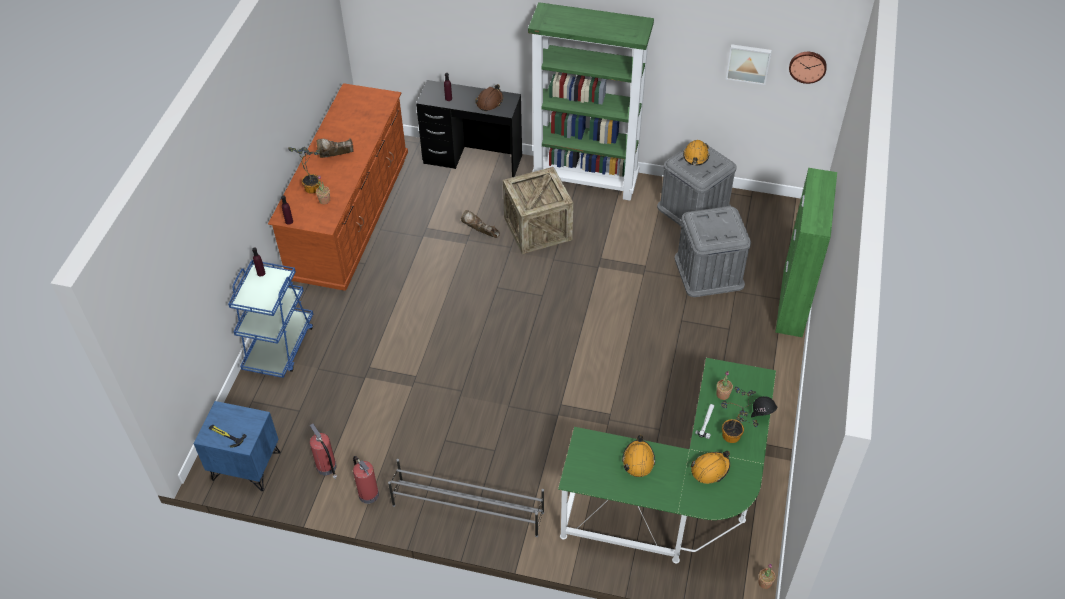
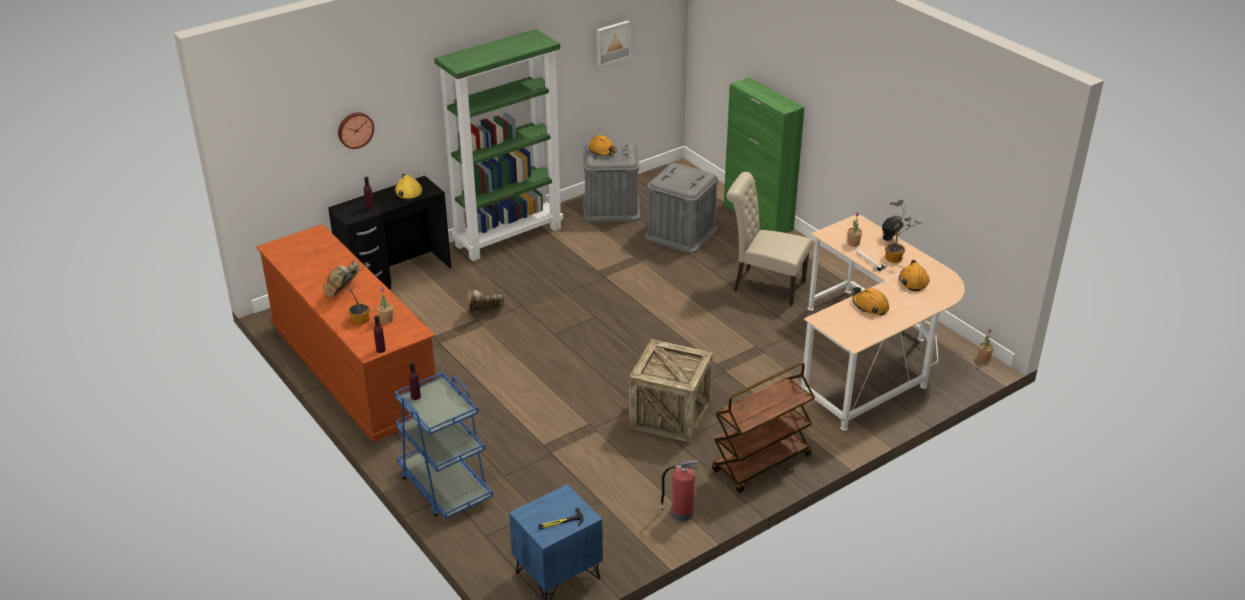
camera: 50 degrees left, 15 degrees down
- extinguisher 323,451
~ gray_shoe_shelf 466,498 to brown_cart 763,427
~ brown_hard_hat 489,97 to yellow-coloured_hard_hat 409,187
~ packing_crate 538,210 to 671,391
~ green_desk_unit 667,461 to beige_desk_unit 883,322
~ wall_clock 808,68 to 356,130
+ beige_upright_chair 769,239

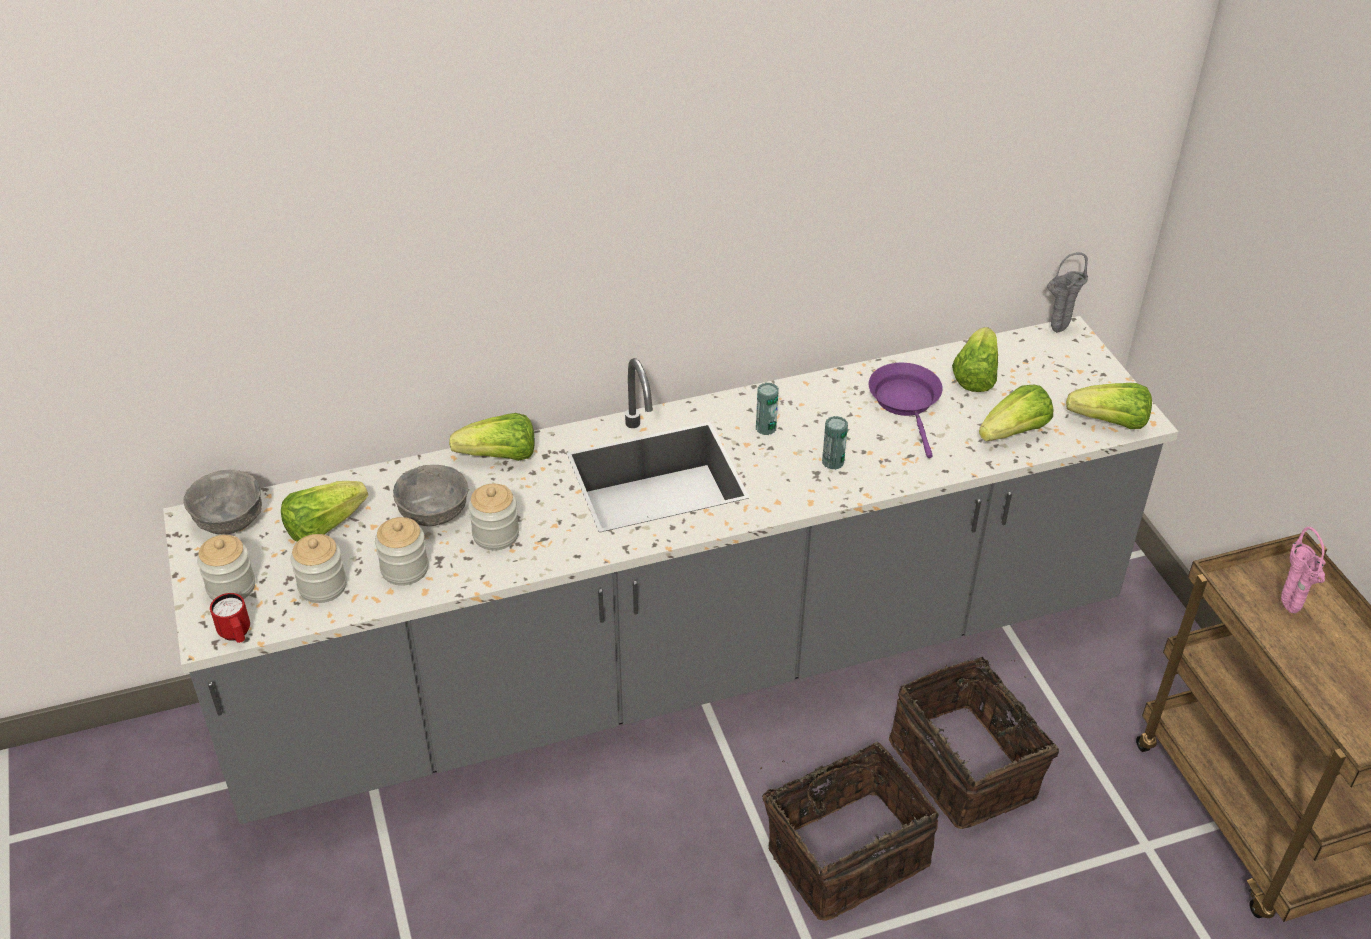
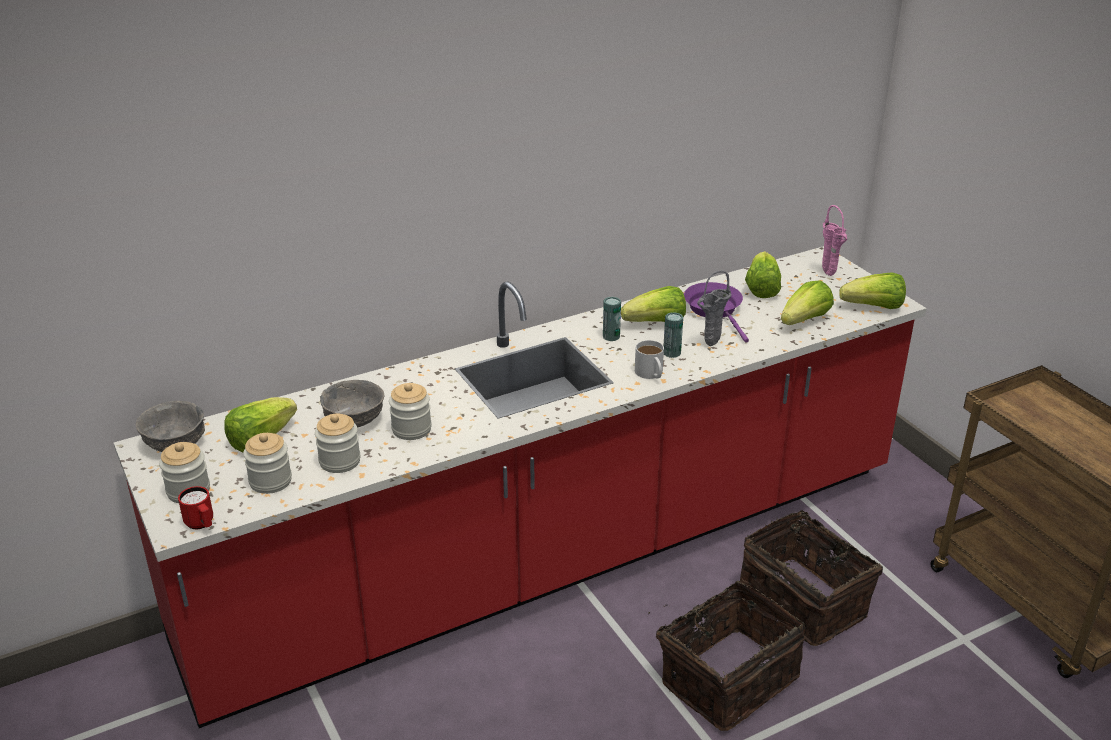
camera: 10 degrees left, 10 degrees down
~ gray_counter 670,570 to red-coloured_counter 520,487
~ lettuce_head 492,437 to 653,304
~ gray_flower_vase 1067,292 to 714,308
~ pinkish_flower_vase 1303,570 to 834,240
+ white-coloured_mug 649,359

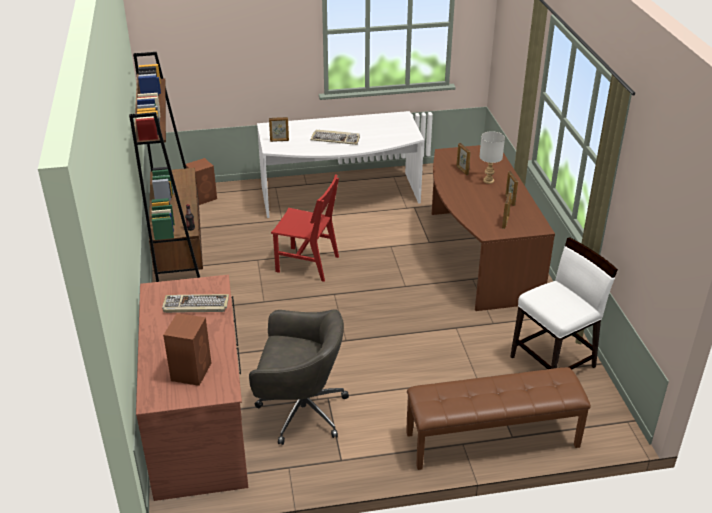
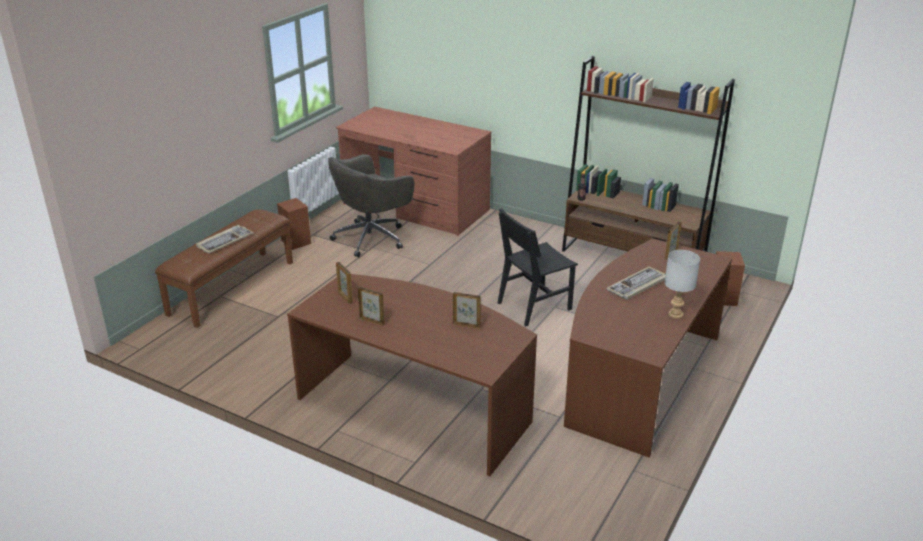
camera: 130 degrees right, 5 degrees down
~ keyboard 195,303 to 225,239
~ brown_loudspeaker 187,349 to 294,224
~ white-coloured_desk_unit 340,164 to brown_desk_unit 648,347
~ red-coloured_upright_chair 305,228 to blackish_upright_chair 538,267
~ gray_lamp_for_a_table 492,157 to 682,284
- white-coloured_upright_chair 564,303

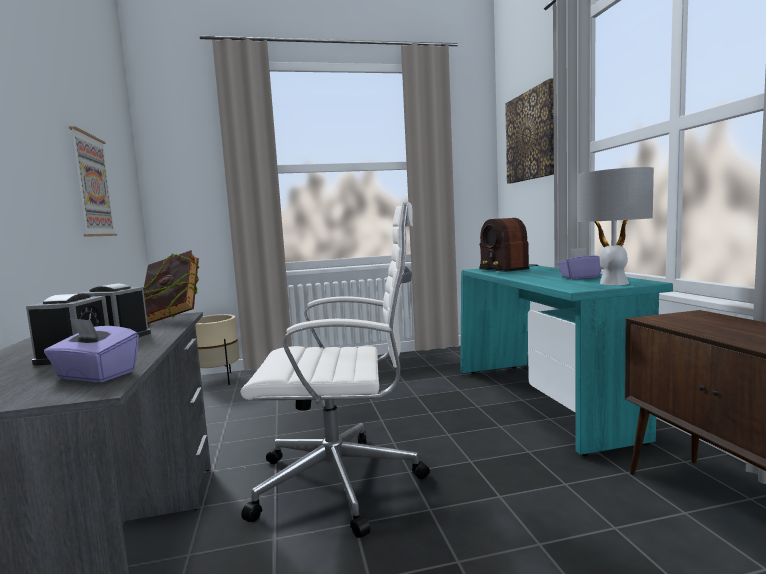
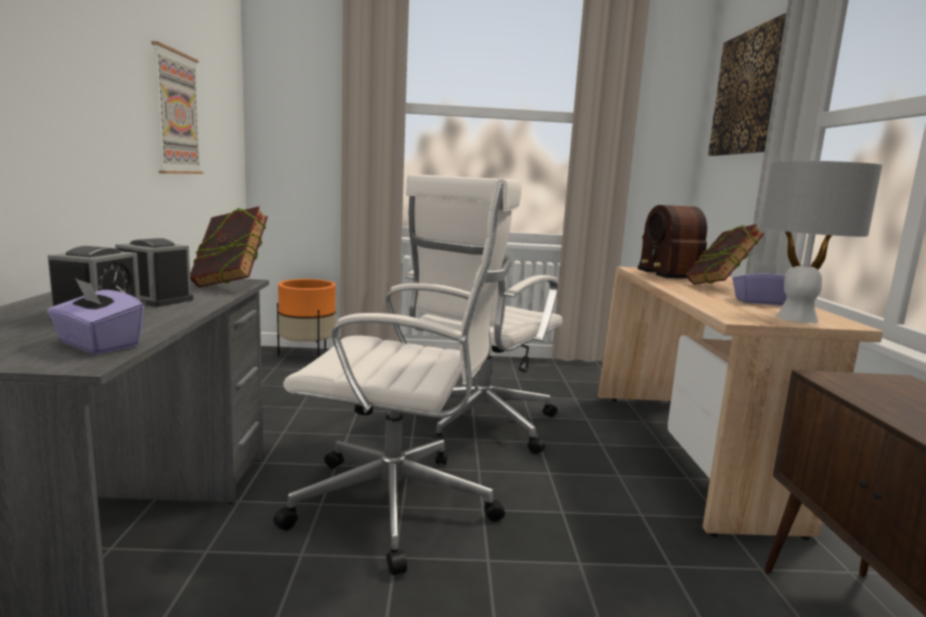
camera: 10 degrees right, 5 degrees up
~ beige_planter 217,349 to orange_planter 306,318
~ turquoise-coloured_desk_unit 566,360 to beige_desk_unit 740,403
+ white-coloured_computer_chair 484,314
+ book 724,254

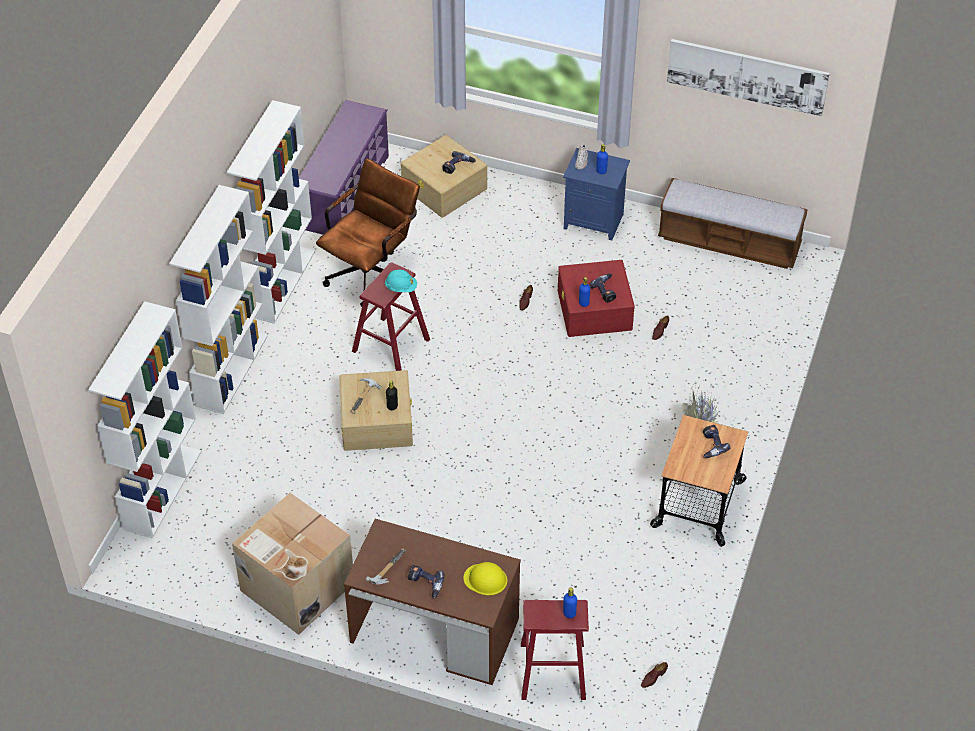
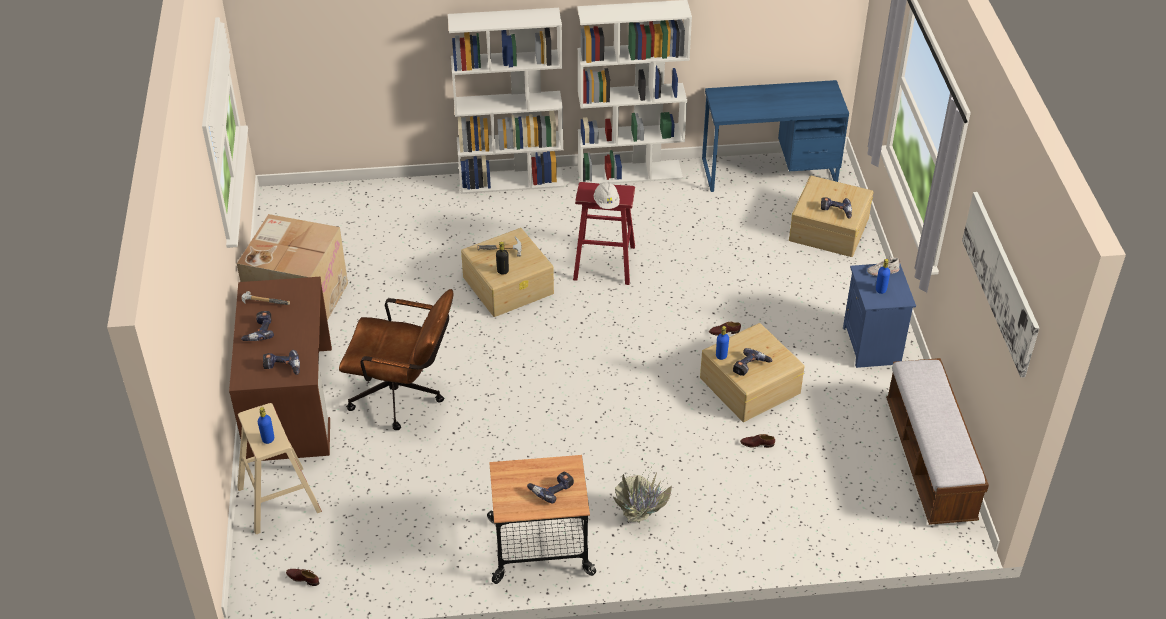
camera: 65 degrees right, 5 degrees down
- white-coloured_bookshelf 145,419
~ purple-coloured_shoe_shelf 344,167 to bluish_desk_unit 775,136
~ brown_computer_chair 368,233 to 396,359
~ turquoise-coloured_hard_hat 401,281 to white-coloured_hard_hat 607,195
~ yellow-coloured_hard_hat 485,578 to power_drill 281,362
~ red-coloured_stool 555,650 to beige_stool 279,468
~ red-coloured_storage_container 596,298 to beige_storage_container 752,372

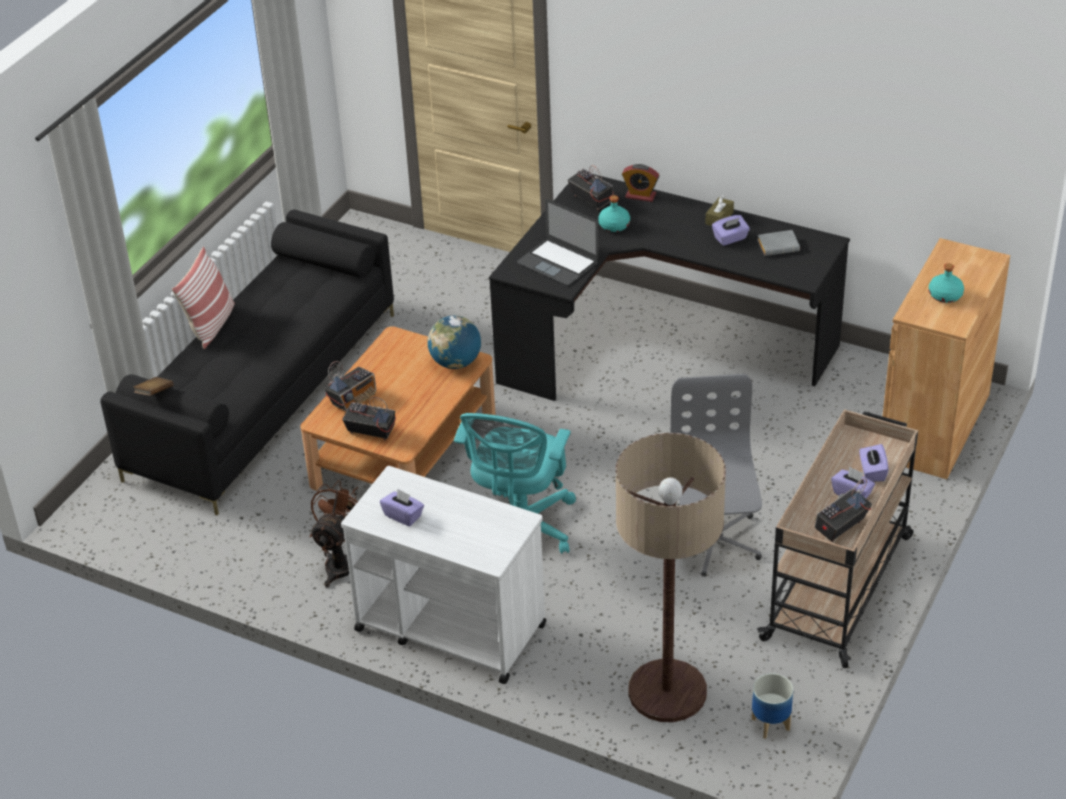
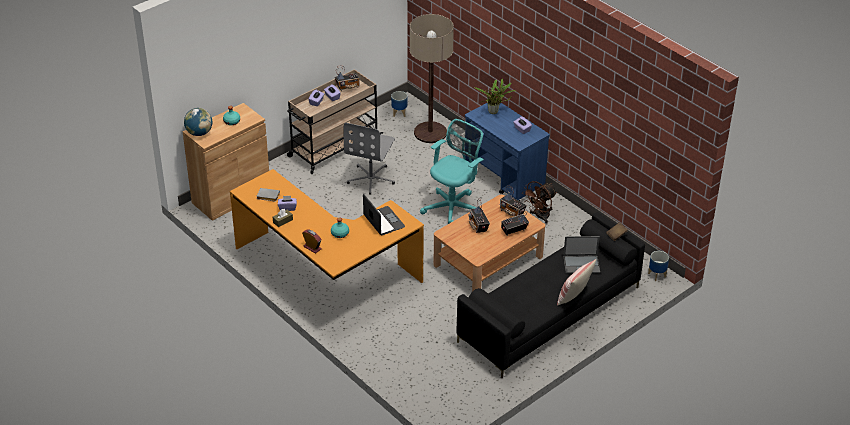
camera: 160 degrees left, 0 degrees up
~ white-coloured_cart 443,575 to bluish_cart 507,152
~ globe 454,342 to 198,122
~ blackish_desk_unit 669,286 to orange_desk_unit 327,226
~ radio_receiver 591,187 to 479,216
+ potted_plant 495,96
+ laptop 581,254
+ planter 658,266

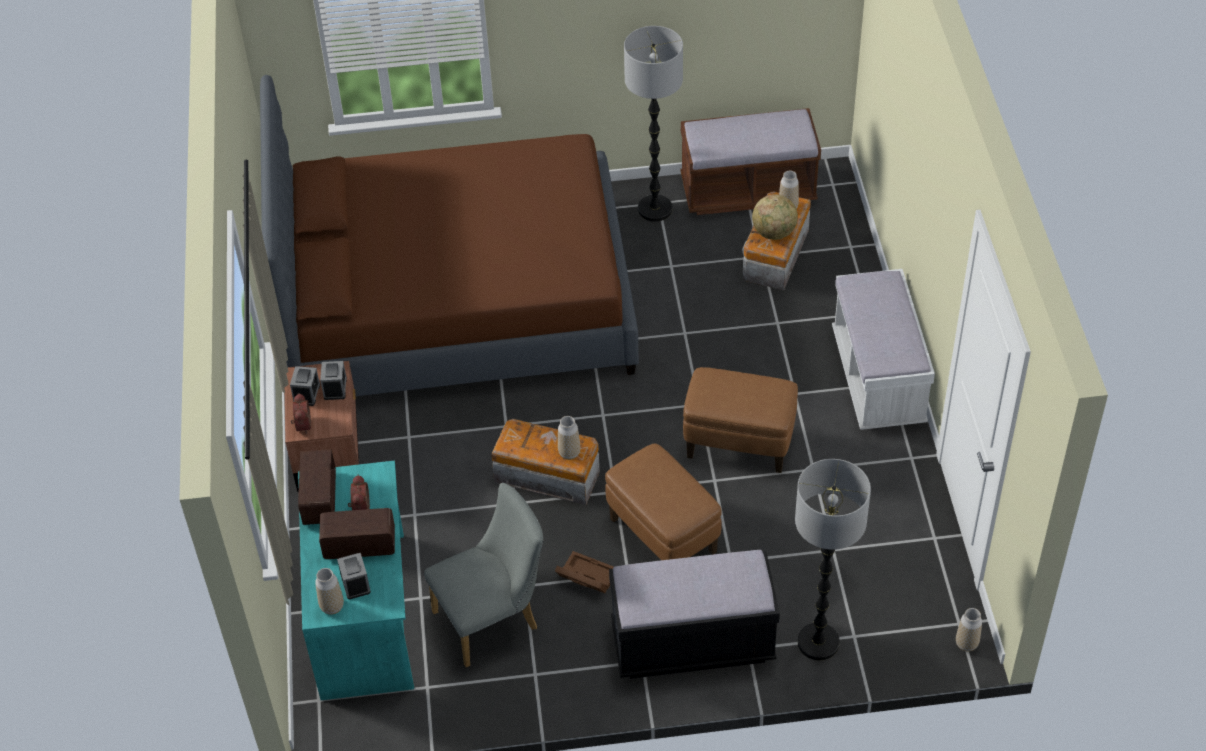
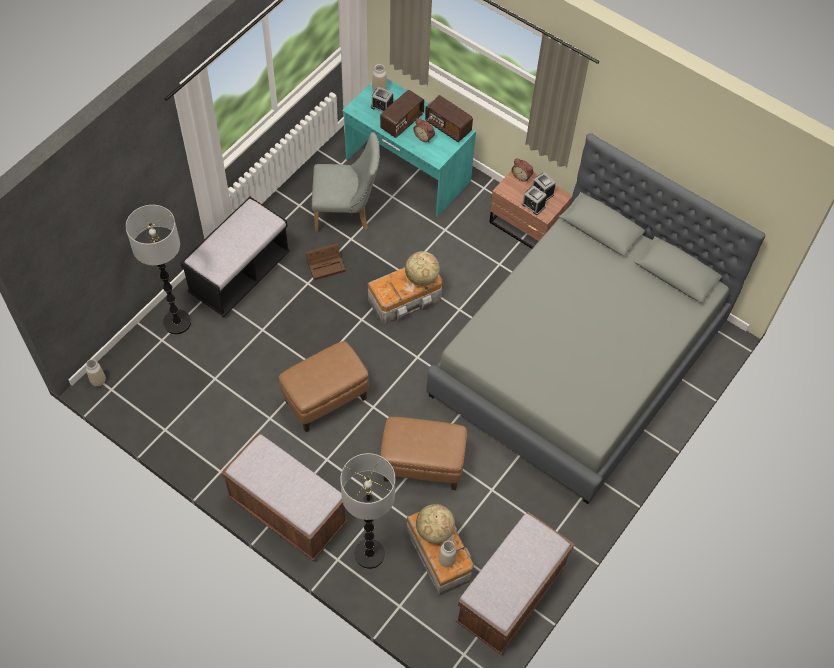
camera: 130 degrees right, 10 degrees up
~ brown_sleeping_bed 449,235 to gray_sleeping_bed 595,318
~ gray_upright_chair 484,575 = 346,182 105 degrees counterclockwise
- flower_vase 569,438
~ brown_pouffe 663,501 to 424,453
~ standing_lamp 653,124 to 367,511
~ white-coloured_long_seat 883,349 to brown_long_seat 284,497
+ globe 422,268

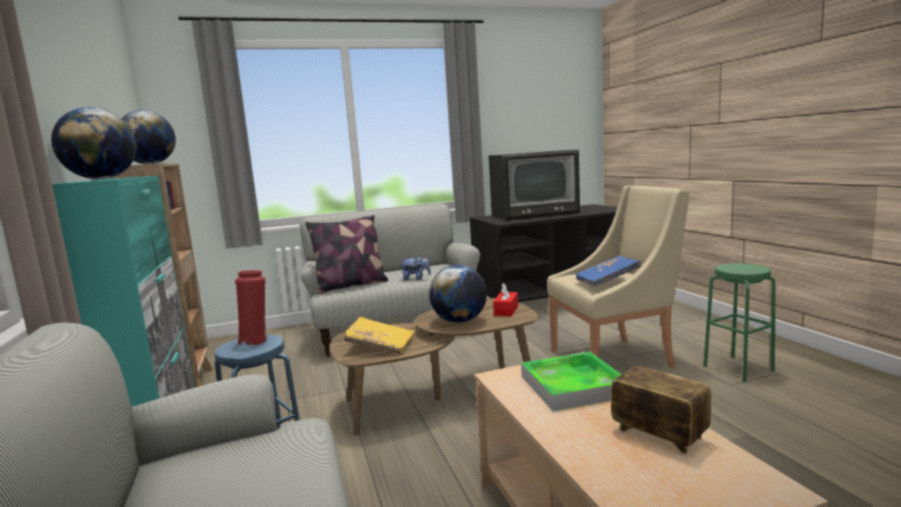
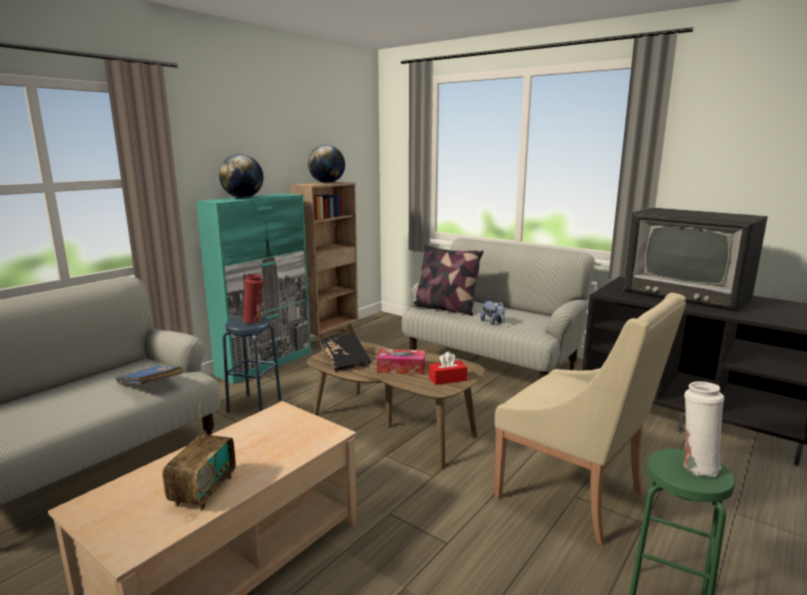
camera: 55 degrees right, 5 degrees up
~ yellow-coloured_book 379,336 to blackish_book 346,352
~ globe 458,294 to box_of_tissues 401,362
- tray 571,381
~ bluish_book 608,271 to 149,375
+ white-coloured_flower_vase 704,429

